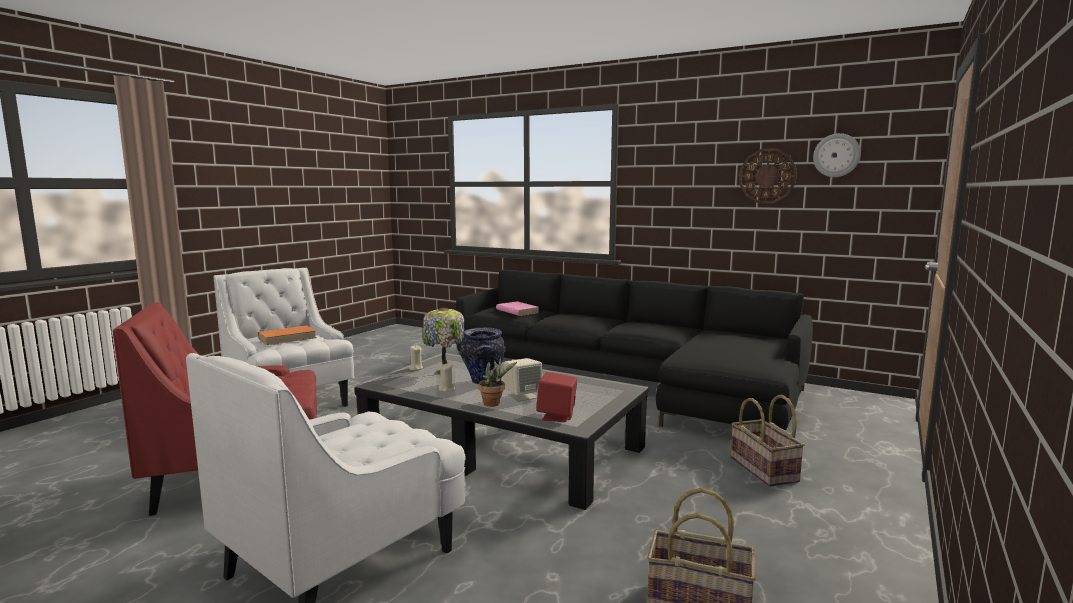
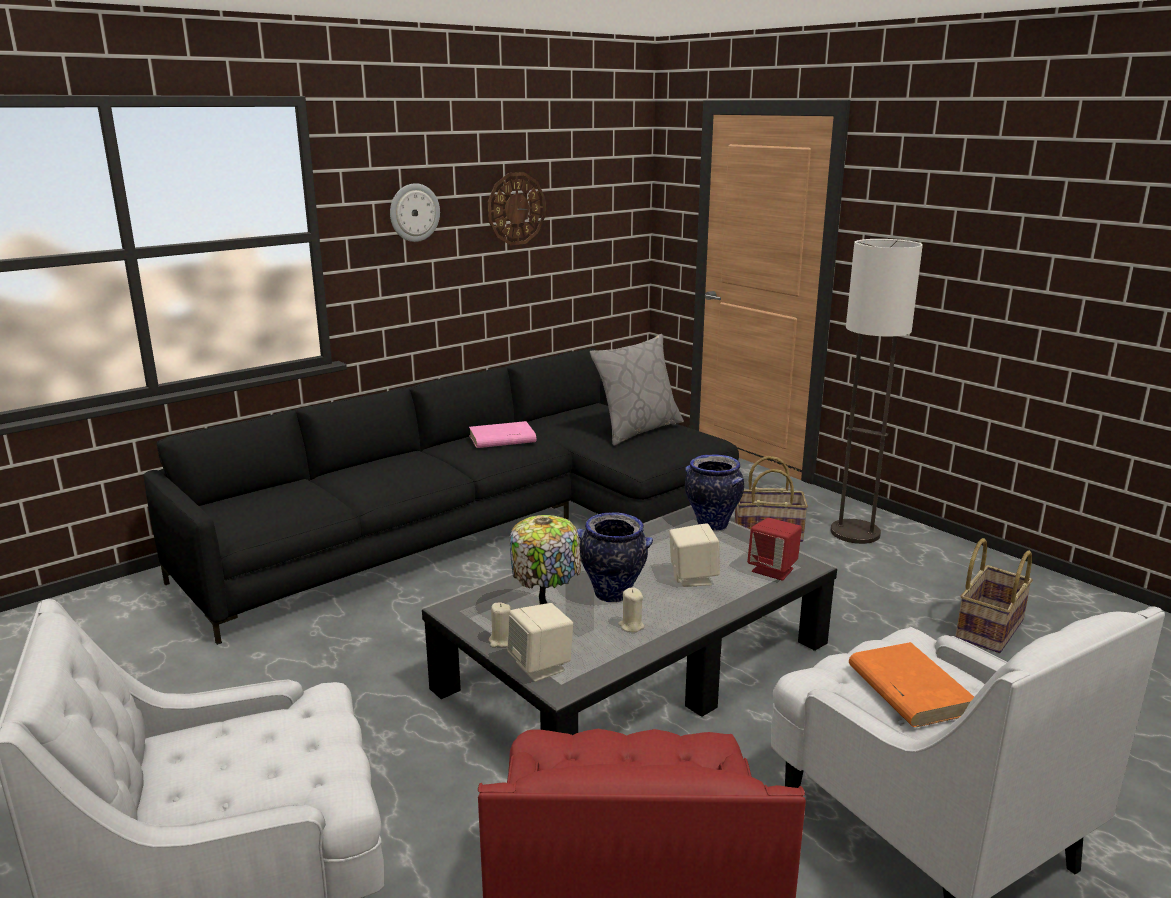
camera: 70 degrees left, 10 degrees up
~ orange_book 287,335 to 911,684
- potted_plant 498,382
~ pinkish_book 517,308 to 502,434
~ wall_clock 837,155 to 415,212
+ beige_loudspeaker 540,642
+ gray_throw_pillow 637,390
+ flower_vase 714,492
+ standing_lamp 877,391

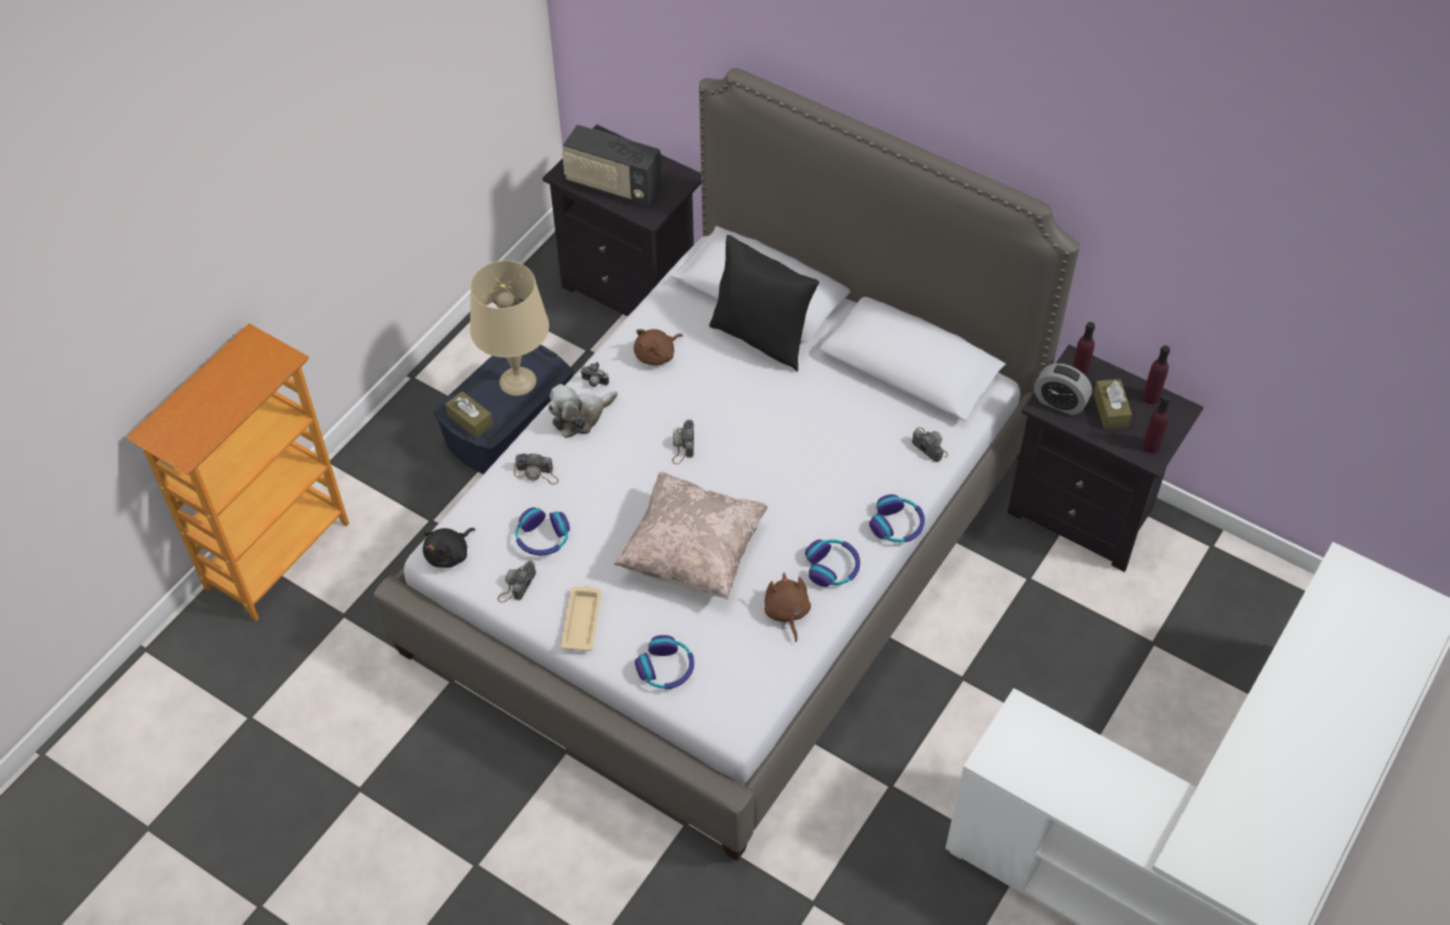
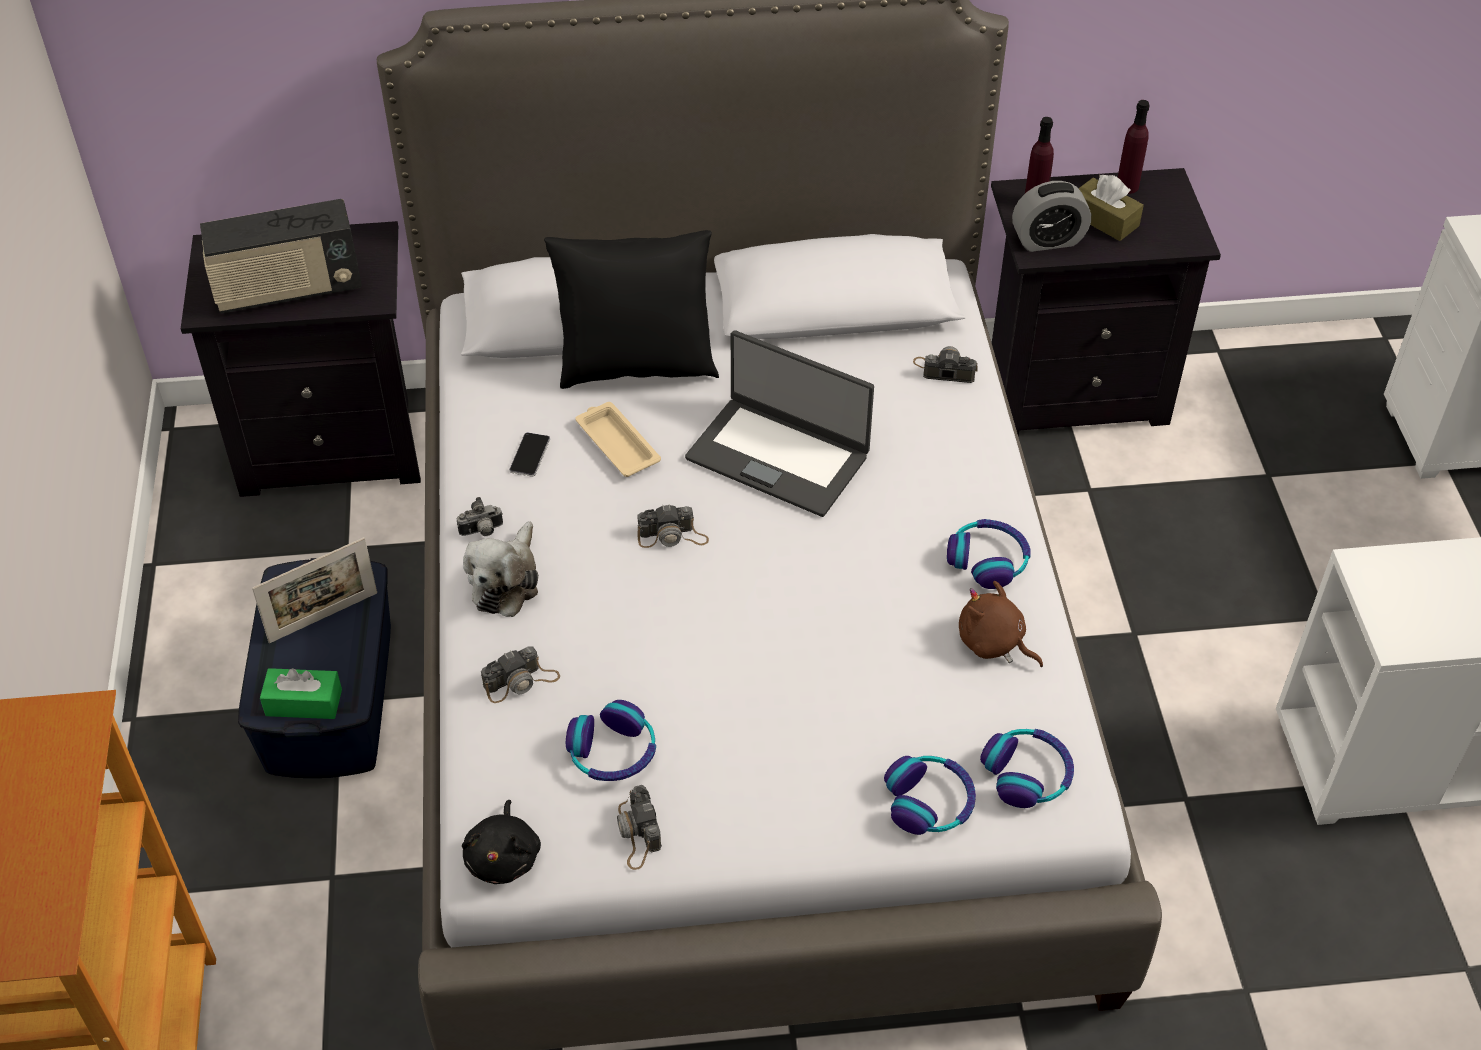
camera: 40 degrees left, 5 degrees down
~ brown_box_of_tissues 469,414 to green_box_of_tissues 301,693
~ beige_lamp_for_a_table 509,328 to picture_frame 314,590
~ beige_tray 581,618 to 618,439
- beige_throw_pillow 691,535
~ brown_soft_toy 658,347 to telephone 529,454
~ still_camera 683,442 = 673,526 60 degrees counterclockwise
~ headphones 897,518 to 1027,768
- purple-coloured_bottle 1156,424
+ laptop 779,423

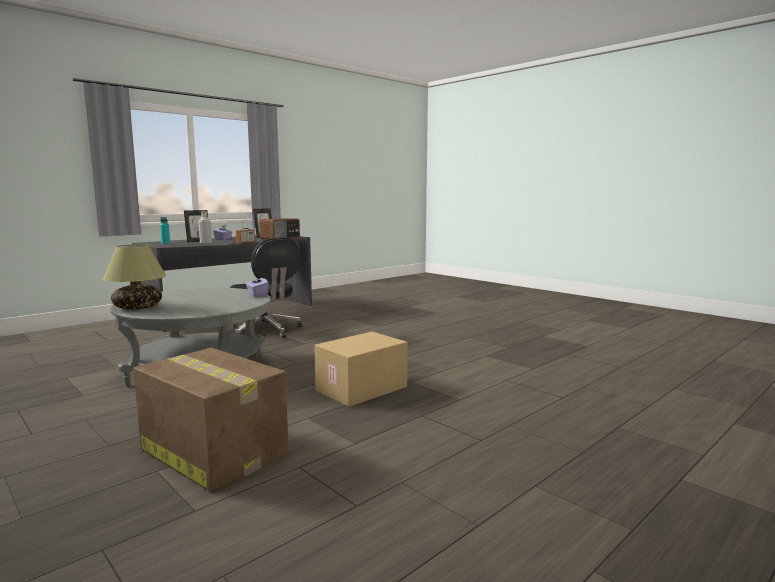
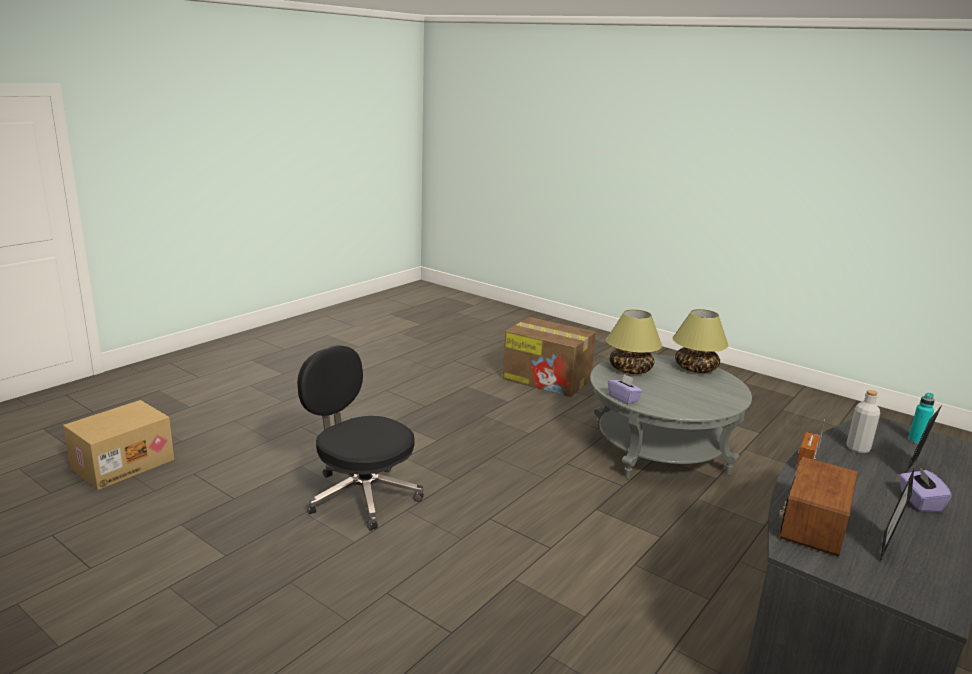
camera: 170 degrees right, 10 degrees up
~ blackish_computer_chair 266,288 to 360,438
~ packing_box 360,369 to 118,445
+ lamp_for_a_table 634,341

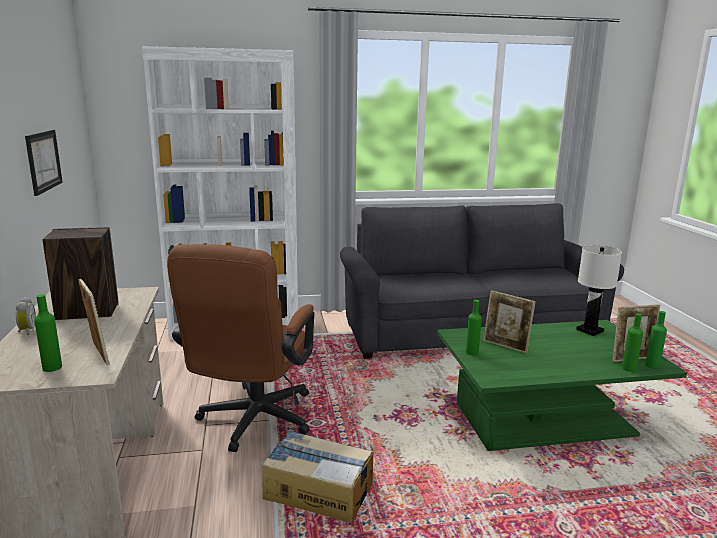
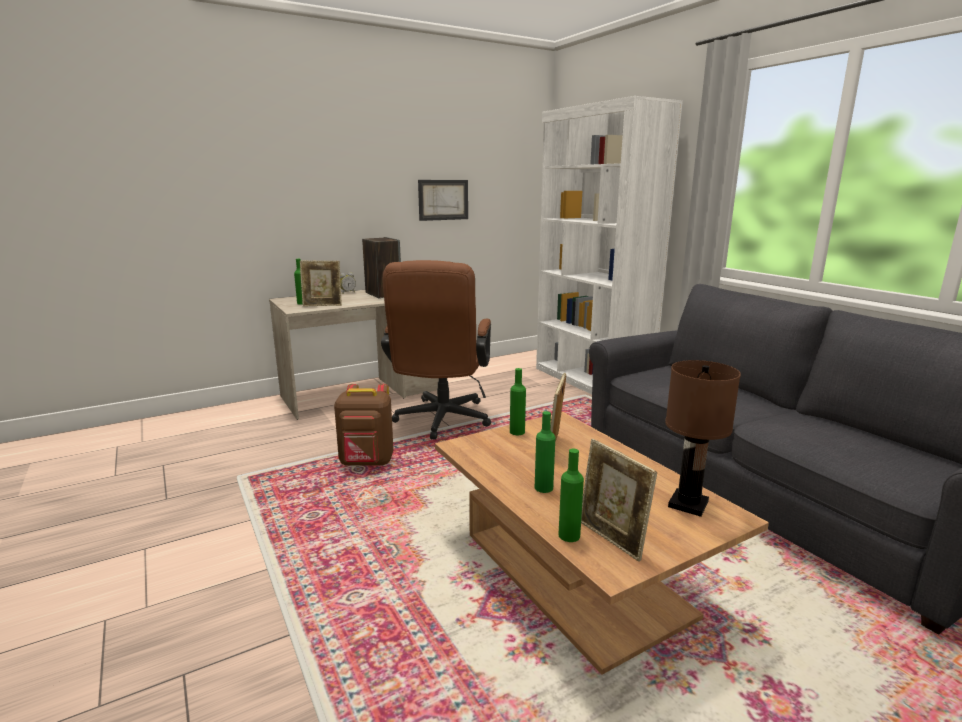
camera: 70 degrees right, 0 degrees up
~ picture_frame 94,322 = 321,284 45 degrees clockwise
~ brown_computer_chair 241,348 = 436,349 75 degrees counterclockwise
~ packing_box 317,476 to brown_knapsack 364,425
~ green_lounge_table 562,385 to brown_lounge_table 602,543
~ white-coloured_lamp_for_a_table 599,290 to brown_lamp_for_a_table 703,438
~ green_bottle 656,340 to 545,452

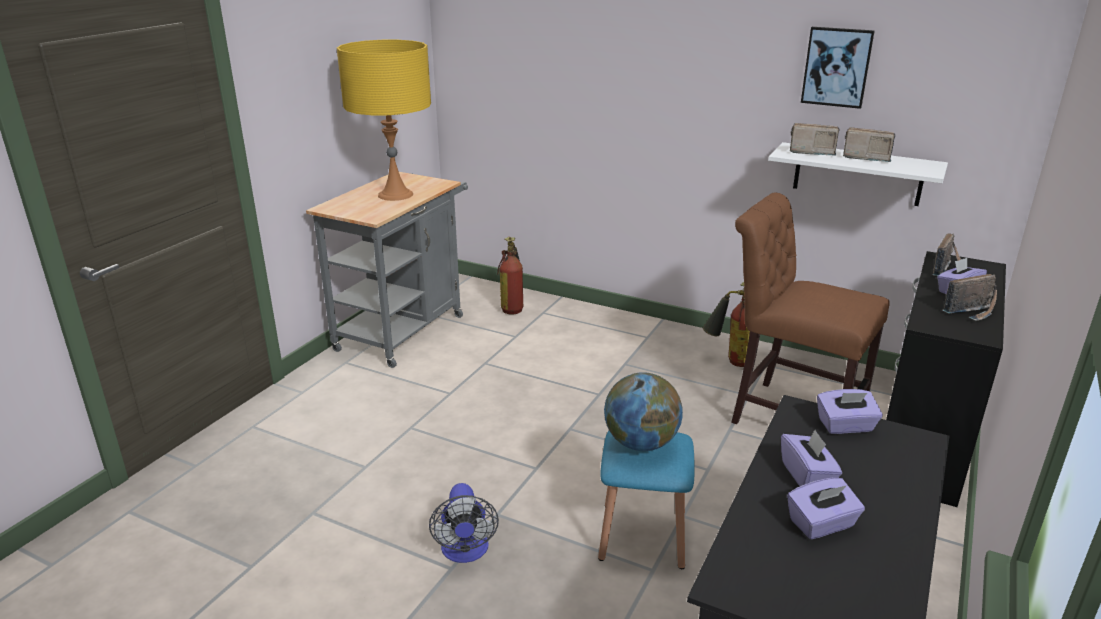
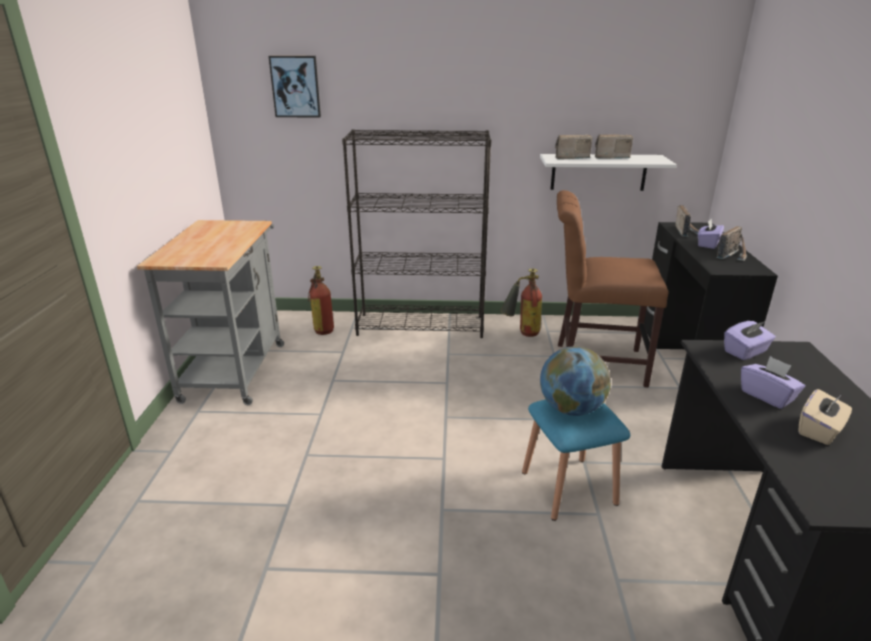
camera: 25 degrees left, 0 degrees up
- yellow-coloured_lamp_for_a_table 384,120
- fan 464,523
~ purple-coloured_box_of_tissues 826,508 to beige_box_of_tissues 825,417
~ wall_art 838,68 to 295,87
+ blackish_bookshelf 416,233

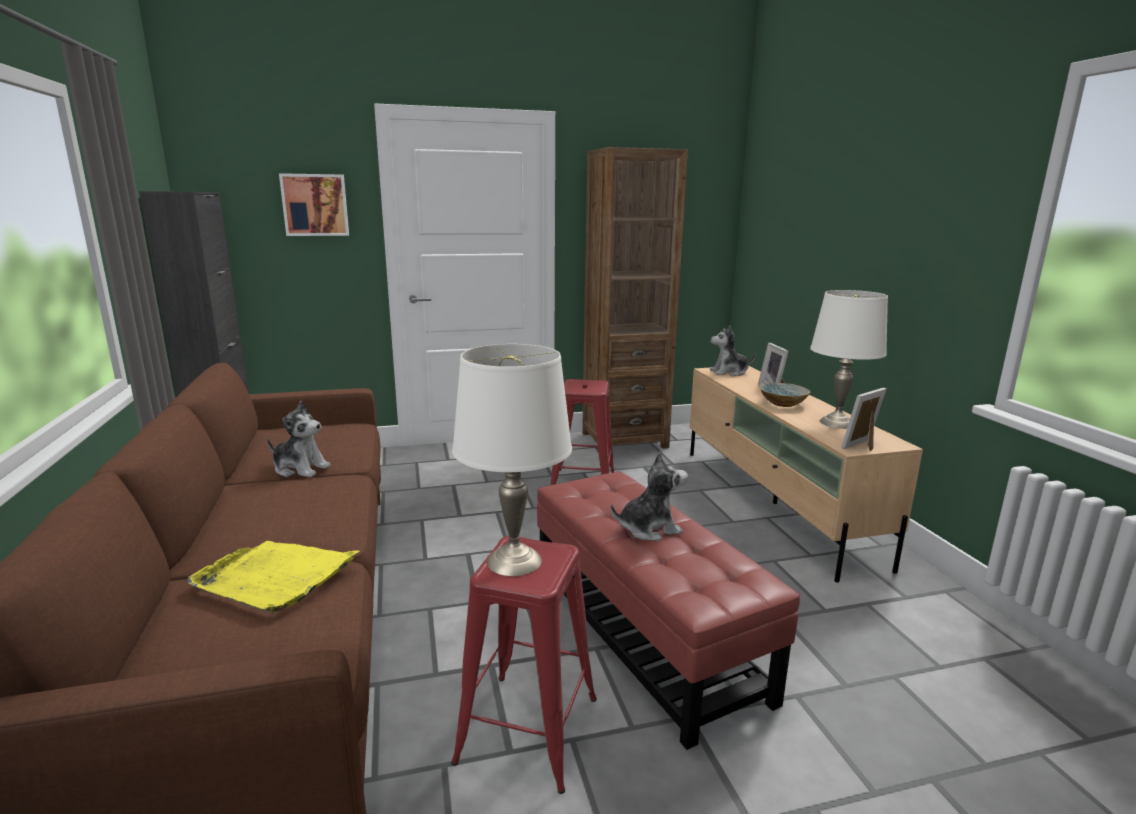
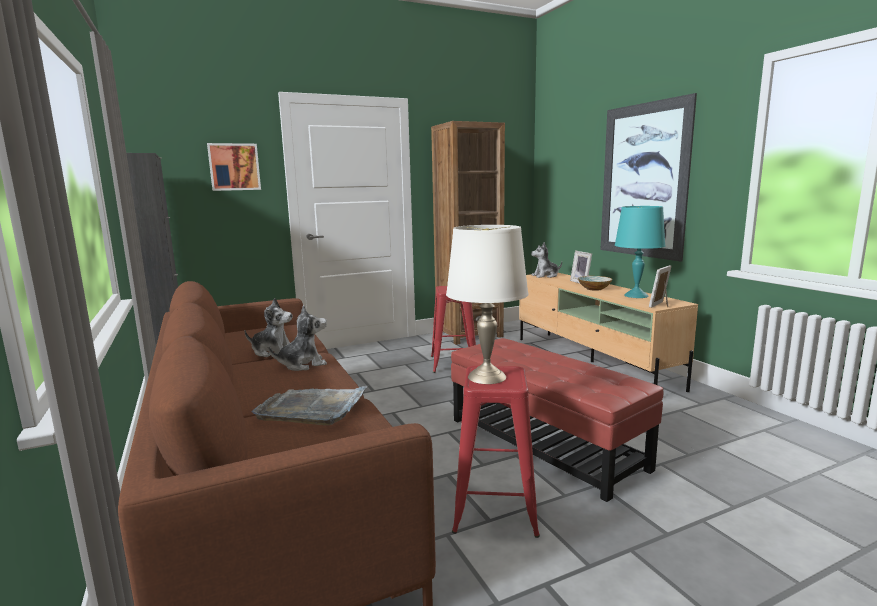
camera: 10 degrees left, 5 degrees down
~ yellow-coloured_tray 273,577 to gray_tray 310,405
~ soft_toy 649,496 to 297,338
~ white-coloured_lamp_for_a_table 849,359 to turquoise-coloured_lamp_for_a_table 640,252
+ wall_art 648,177

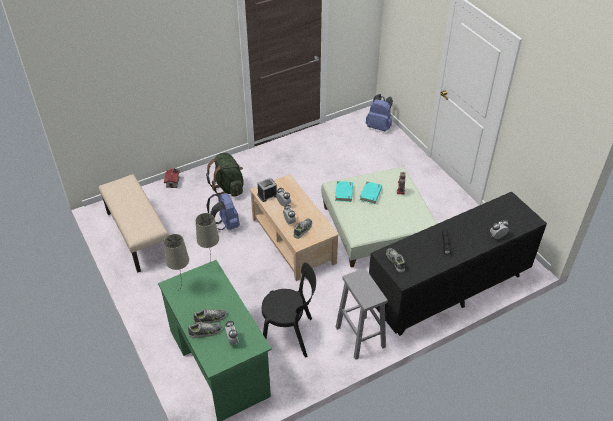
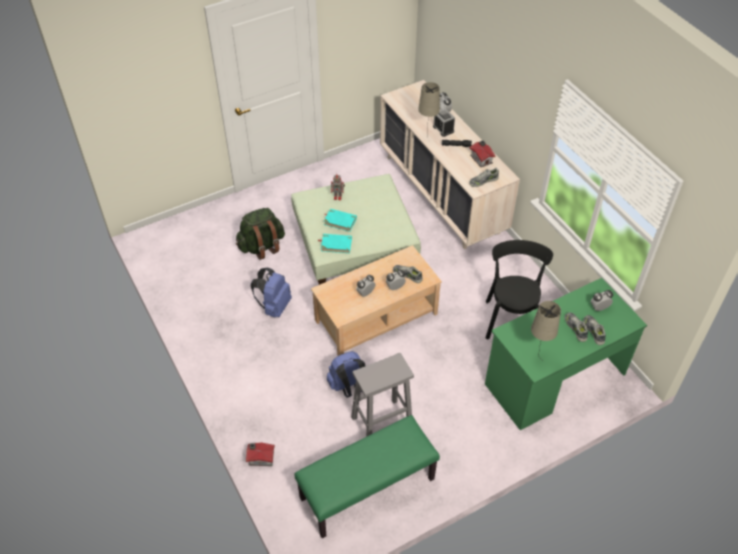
camera: 90 degrees left, 5 degrees up
~ beige_long_seat 134,223 to green_long_seat 367,476
~ beige_lamp_for_a_table 207,239 to 429,109
~ green_knapsack 225,175 to 260,234
~ bedside_clock 267,190 to 444,123
~ gray_stool 362,314 to 382,395
~ bluish_knapsack 379,112 to 271,292
~ blackish_drawer_chest 458,264 to beige_drawer_chest 450,164
+ model_house 482,153

